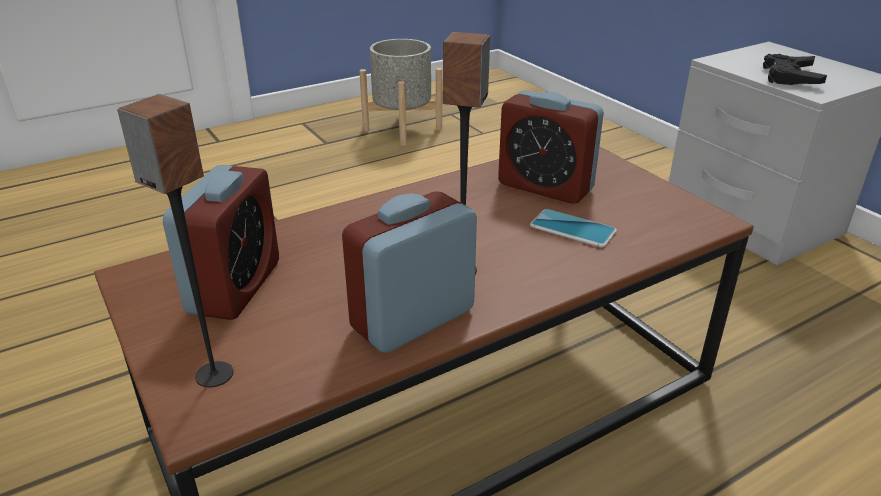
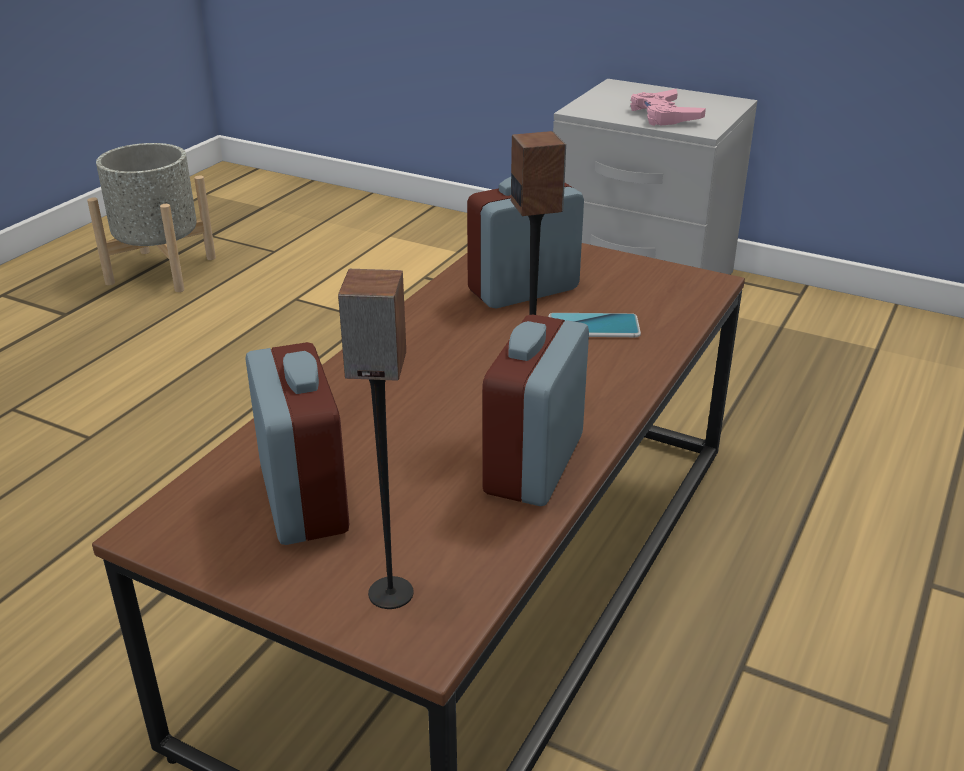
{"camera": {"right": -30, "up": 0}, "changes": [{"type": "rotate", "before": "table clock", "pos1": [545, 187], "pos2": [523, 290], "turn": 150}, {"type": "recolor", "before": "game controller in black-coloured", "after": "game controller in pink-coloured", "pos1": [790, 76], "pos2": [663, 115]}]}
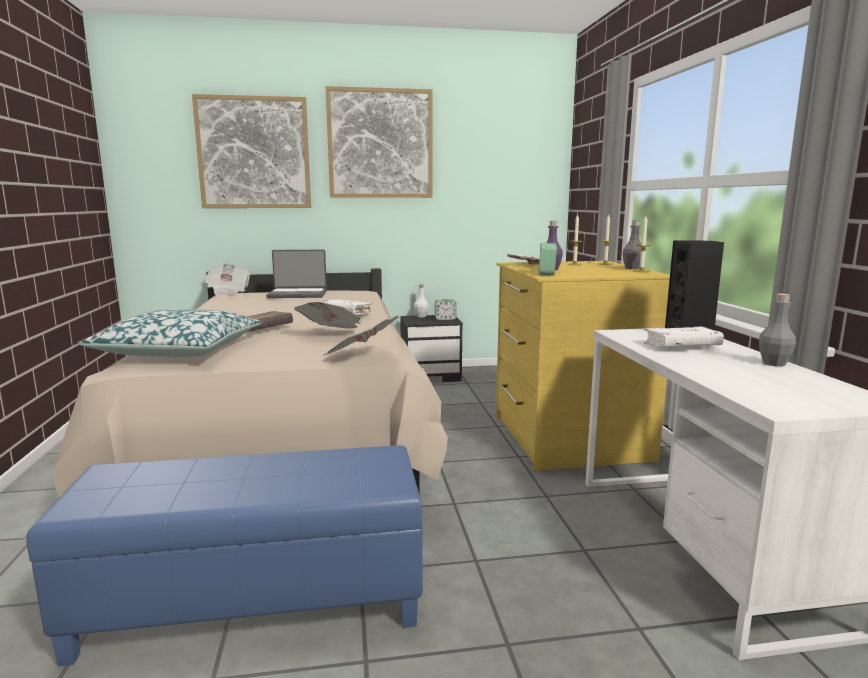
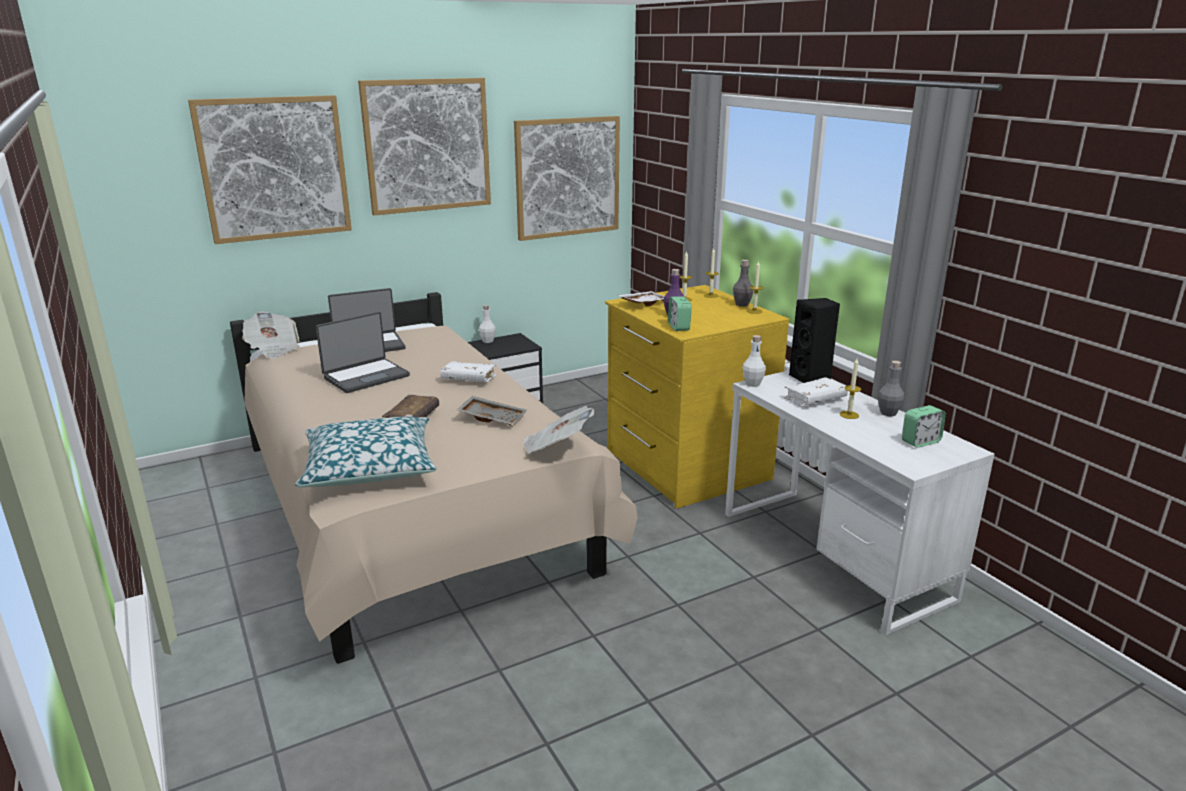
{"camera": {"right": -20, "up": 10}, "changes": [{"type": "insert", "after": "portable computer", "pos2": [366, 376]}, {"type": "replace", "before": "daily paper", "after": "carrying tray in grey", "pos1": [331, 334], "pos2": [493, 418]}, {"type": "insert", "after": "wall art", "pos2": [567, 177]}, {"type": "insert", "after": "beverage bottle in whitish", "pos2": [752, 384]}, {"type": "insert", "after": "wax candle", "pos2": [849, 415]}, {"type": "move", "before": "table clock", "pos1": [445, 319], "pos2": [920, 441]}, {"type": "delete", "before": "pouffe in blue-coloured", "pos1": [255, 602]}]}
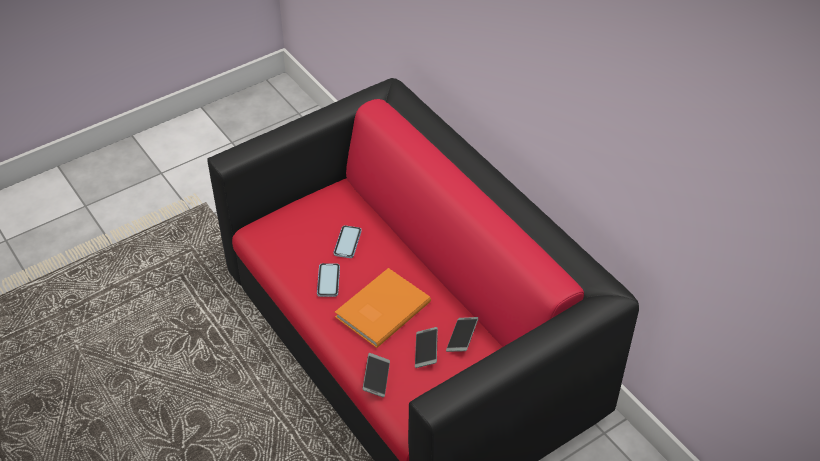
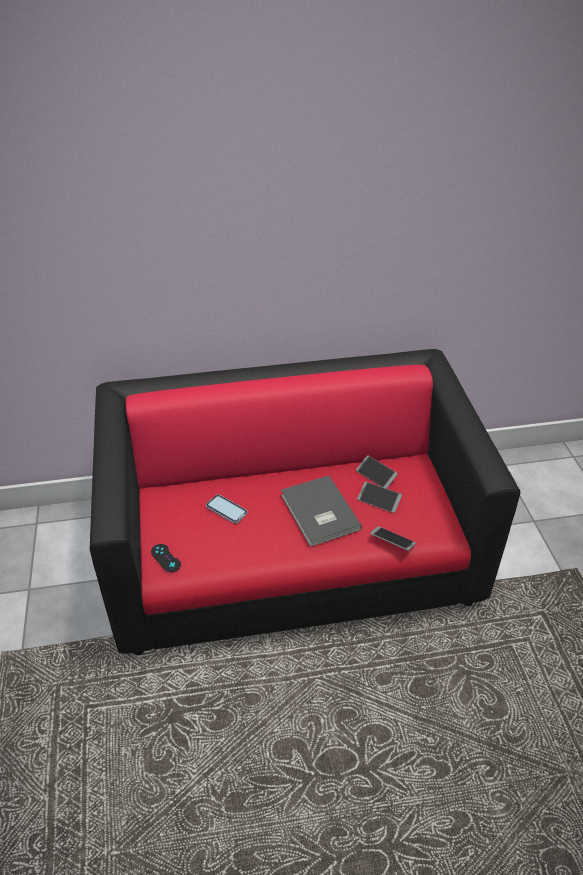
{"camera": {"right": -65, "up": -5}, "changes": [{"type": "insert", "after": "game controller in black-coloured", "pos2": [165, 558]}, {"type": "recolor", "before": "volume in orangey", "after": "volume in grey", "pos1": [380, 309], "pos2": [318, 513]}, {"type": "delete", "before": "phone", "pos1": [328, 281]}]}
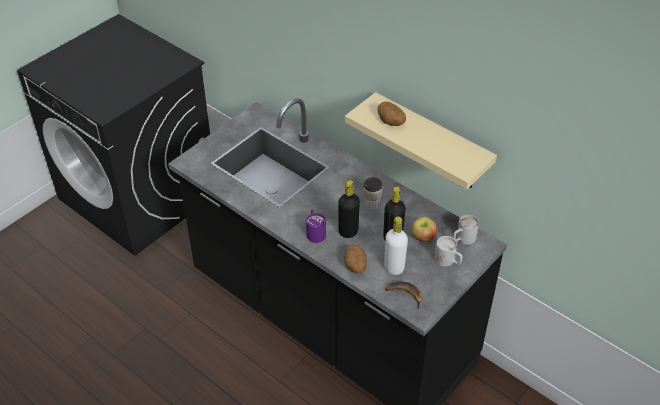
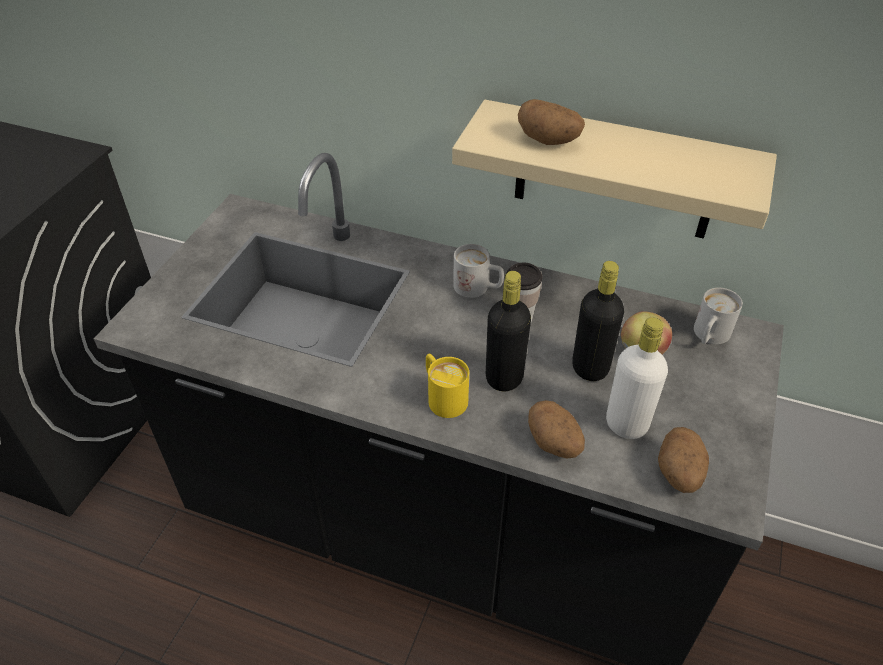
{"camera": {"right": -20, "up": 0}, "changes": [{"type": "recolor", "before": "coffee mug in purple-coloured", "after": "coffee mug in yellowish", "pos1": [315, 232], "pos2": [443, 396]}, {"type": "move", "before": "coffee mug in whitish", "pos1": [448, 261], "pos2": [478, 288]}, {"type": "replace", "before": "whole banana", "after": "whole potato", "pos1": [405, 295], "pos2": [679, 474]}]}
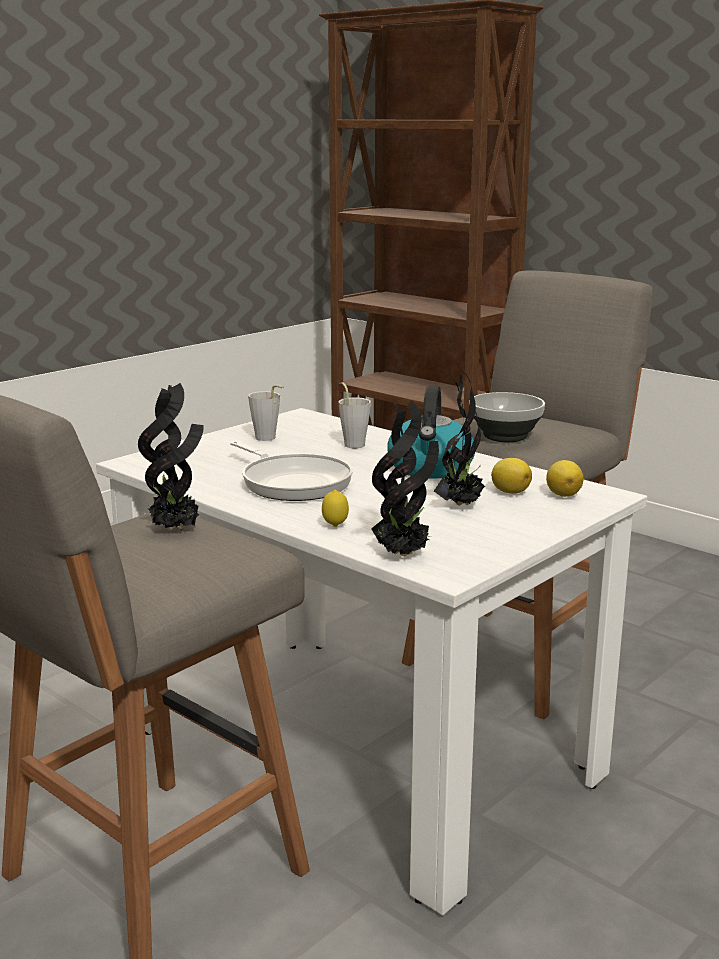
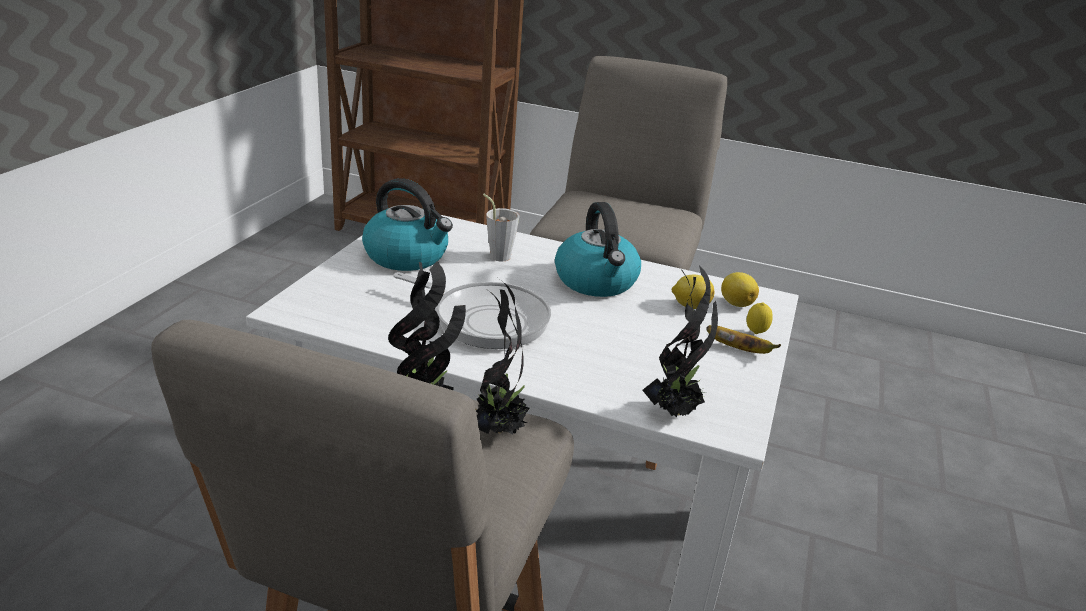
{"camera": {"right": -25, "up": 10}, "changes": [{"type": "replace", "before": "drinking cup in grey", "after": "kettle", "pos1": [268, 439], "pos2": [407, 256]}, {"type": "move", "before": "plant in a pot", "pos1": [460, 505], "pos2": [498, 429]}, {"type": "insert", "after": "whole banana", "pos2": [740, 350]}, {"type": "move", "before": "citrus fruit", "pos1": [335, 526], "pos2": [755, 333]}, {"type": "delete", "before": "deep dish", "pos1": [505, 437]}]}
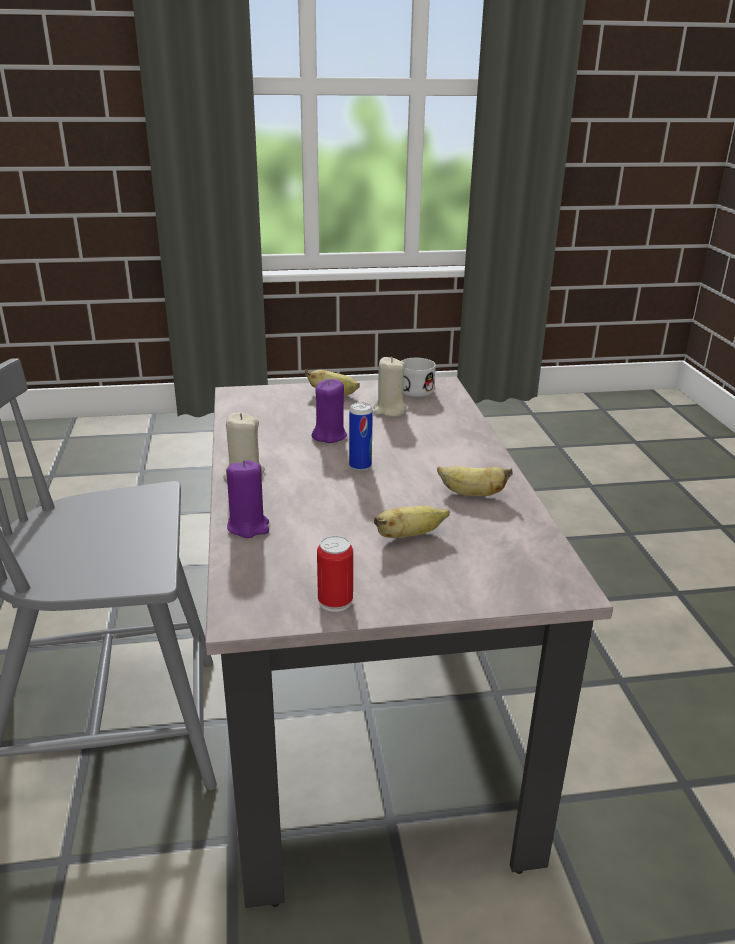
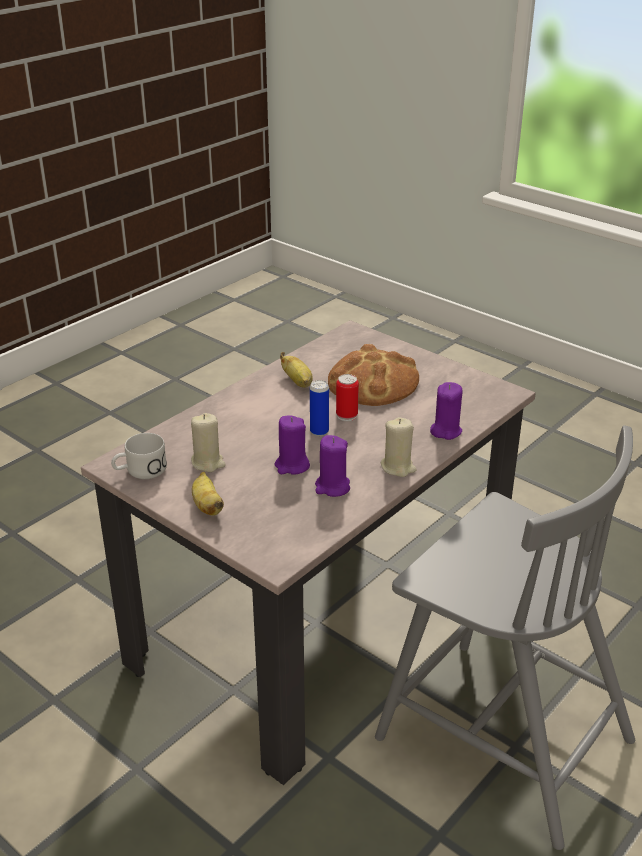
{"camera": {"right": -130, "up": 5}, "changes": [{"type": "insert", "after": "wax candle in purple-coloured", "pos2": [332, 487]}, {"type": "replace", "before": "whole banana", "after": "baked bread", "pos1": [409, 535], "pos2": [372, 382]}, {"type": "move", "before": "sealed can", "pos1": [335, 601], "pos2": [346, 415]}]}
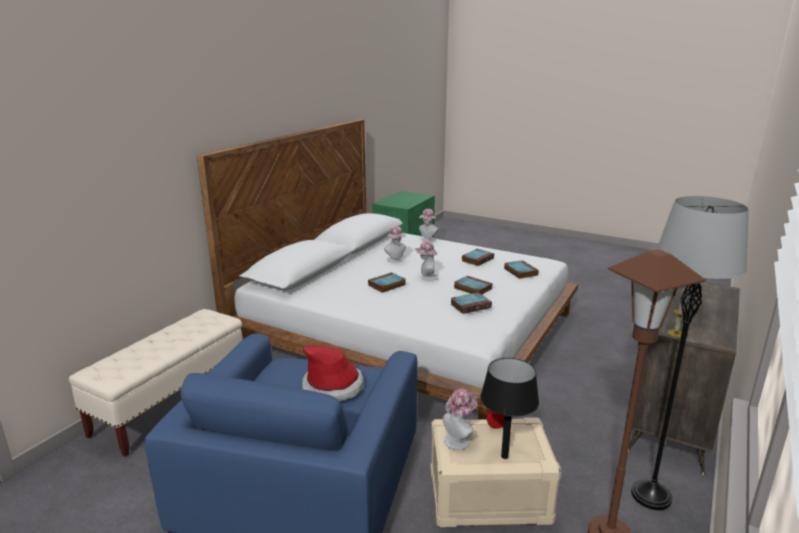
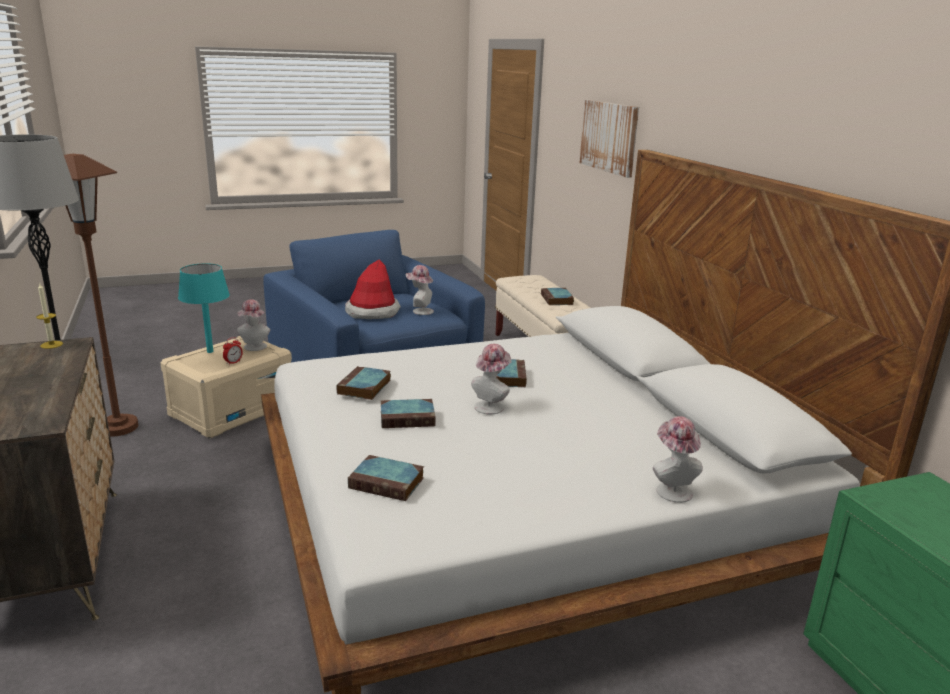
{"camera": {"right": 130, "up": 0}, "changes": [{"type": "recolor", "before": "lamp for a table in black-coloured", "after": "lamp for a table in turquoise-coloured", "pos1": [504, 456], "pos2": [210, 351]}, {"type": "move", "before": "clothing hat", "pos1": [395, 260], "pos2": [420, 311]}, {"type": "move", "before": "volume", "pos1": [477, 259], "pos2": [557, 300]}, {"type": "insert", "after": "wall art", "pos2": [609, 137]}]}
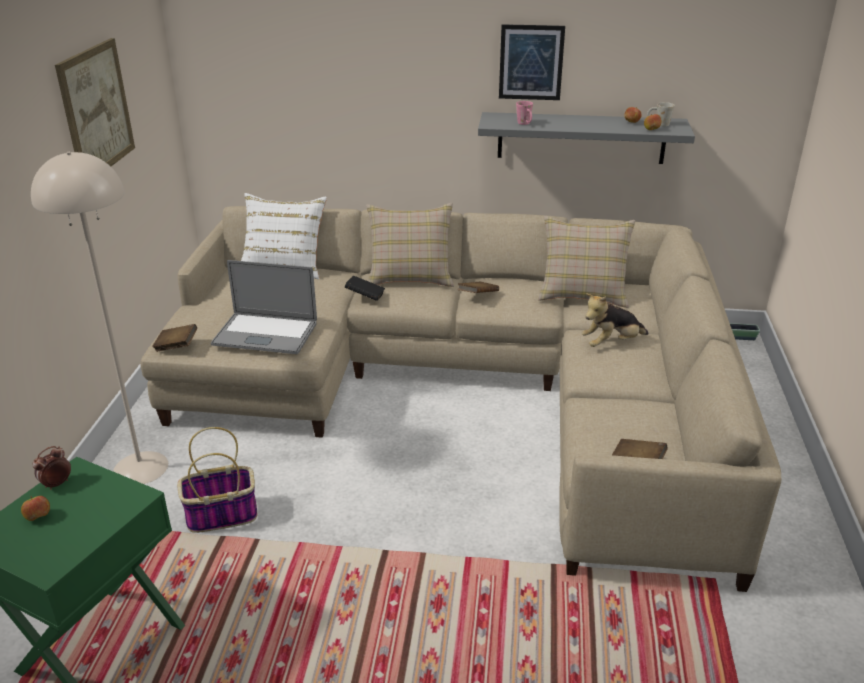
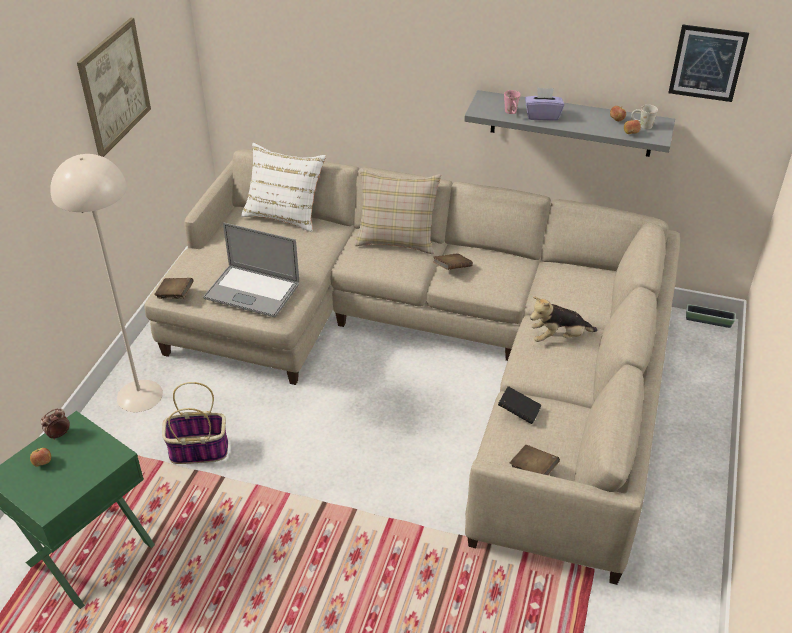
{"camera": {"right": 10, "up": 10}, "changes": [{"type": "move", "before": "volume in black-coloured", "pos1": [365, 297], "pos2": [518, 412]}, {"type": "insert", "after": "tissue box in purple-coloured", "pos2": [542, 116]}, {"type": "move", "before": "wall art", "pos1": [531, 62], "pos2": [707, 63]}, {"type": "delete", "before": "throw pillow in beige-coloured", "pos1": [583, 294]}]}
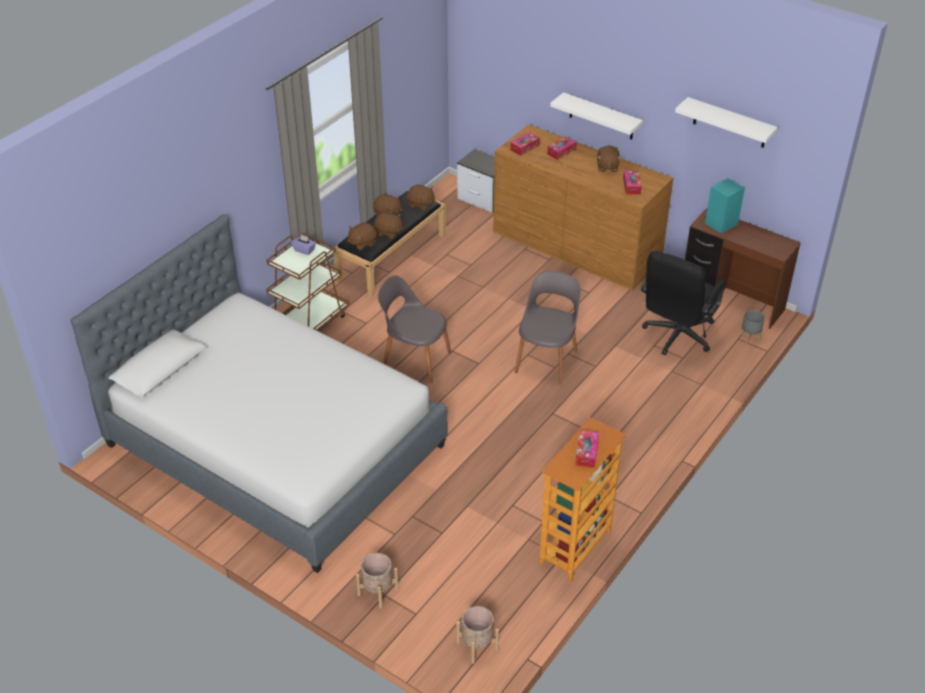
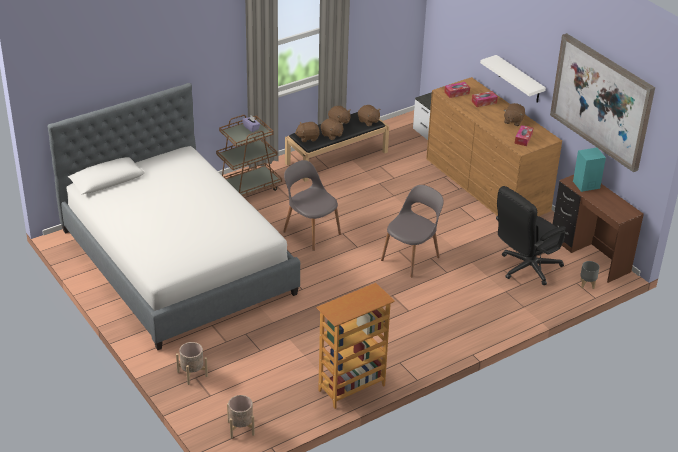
{"camera": {"right": 20, "up": -5}, "changes": [{"type": "replace", "before": "bracket shelf in whitish", "after": "wall art", "pos1": [730, 123], "pos2": [602, 101]}, {"type": "delete", "before": "tissue box", "pos1": [586, 453]}]}
